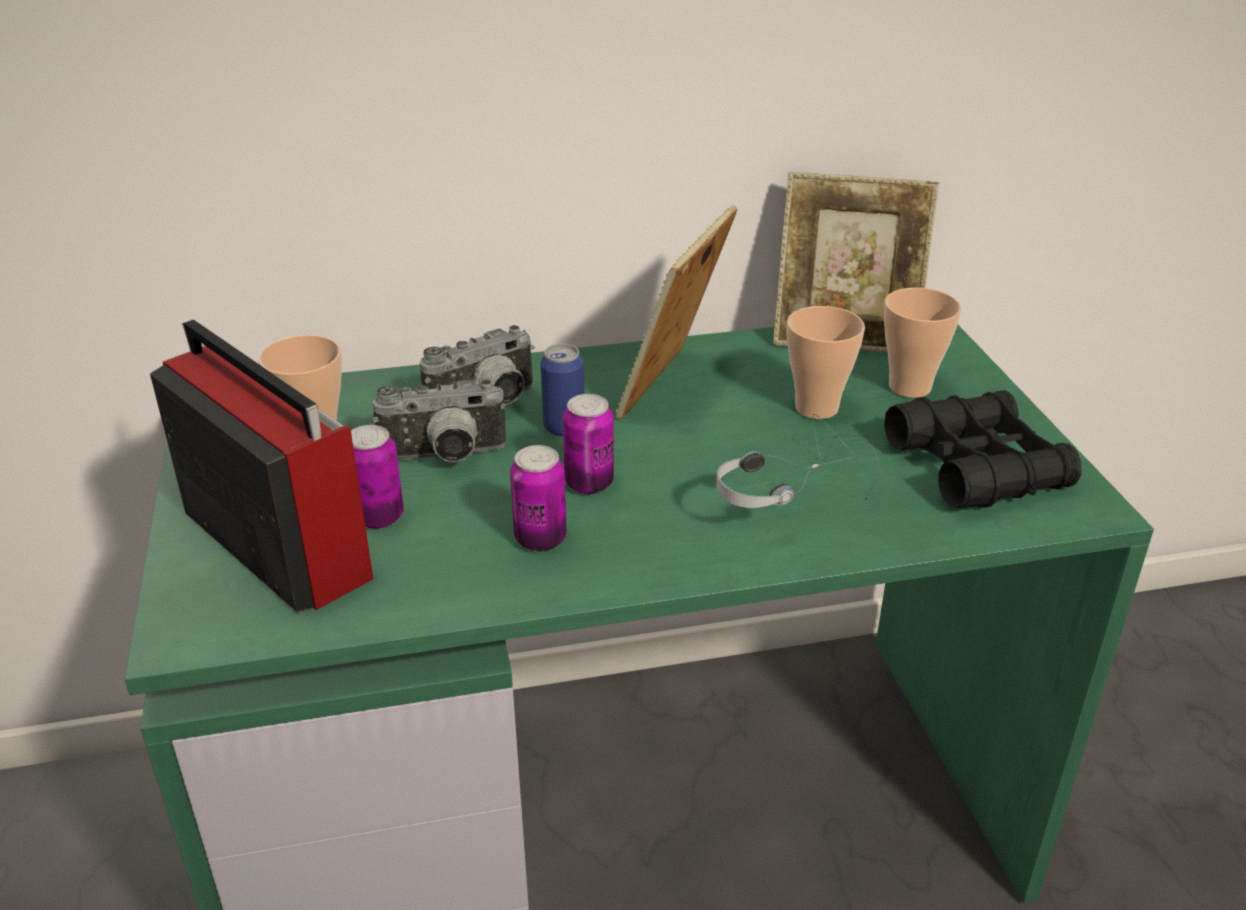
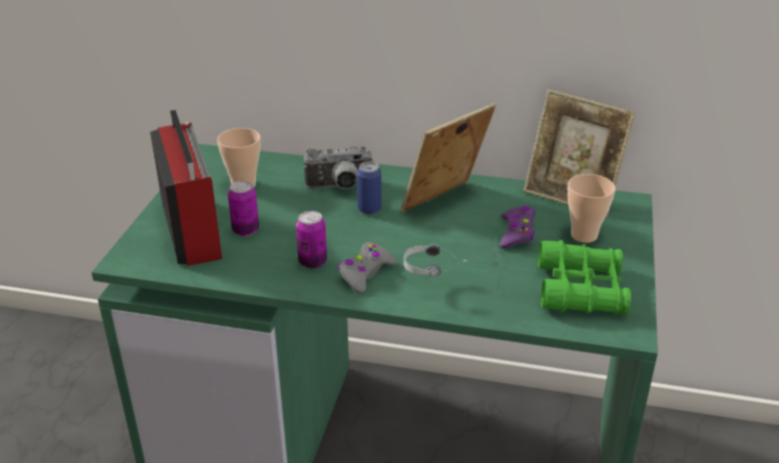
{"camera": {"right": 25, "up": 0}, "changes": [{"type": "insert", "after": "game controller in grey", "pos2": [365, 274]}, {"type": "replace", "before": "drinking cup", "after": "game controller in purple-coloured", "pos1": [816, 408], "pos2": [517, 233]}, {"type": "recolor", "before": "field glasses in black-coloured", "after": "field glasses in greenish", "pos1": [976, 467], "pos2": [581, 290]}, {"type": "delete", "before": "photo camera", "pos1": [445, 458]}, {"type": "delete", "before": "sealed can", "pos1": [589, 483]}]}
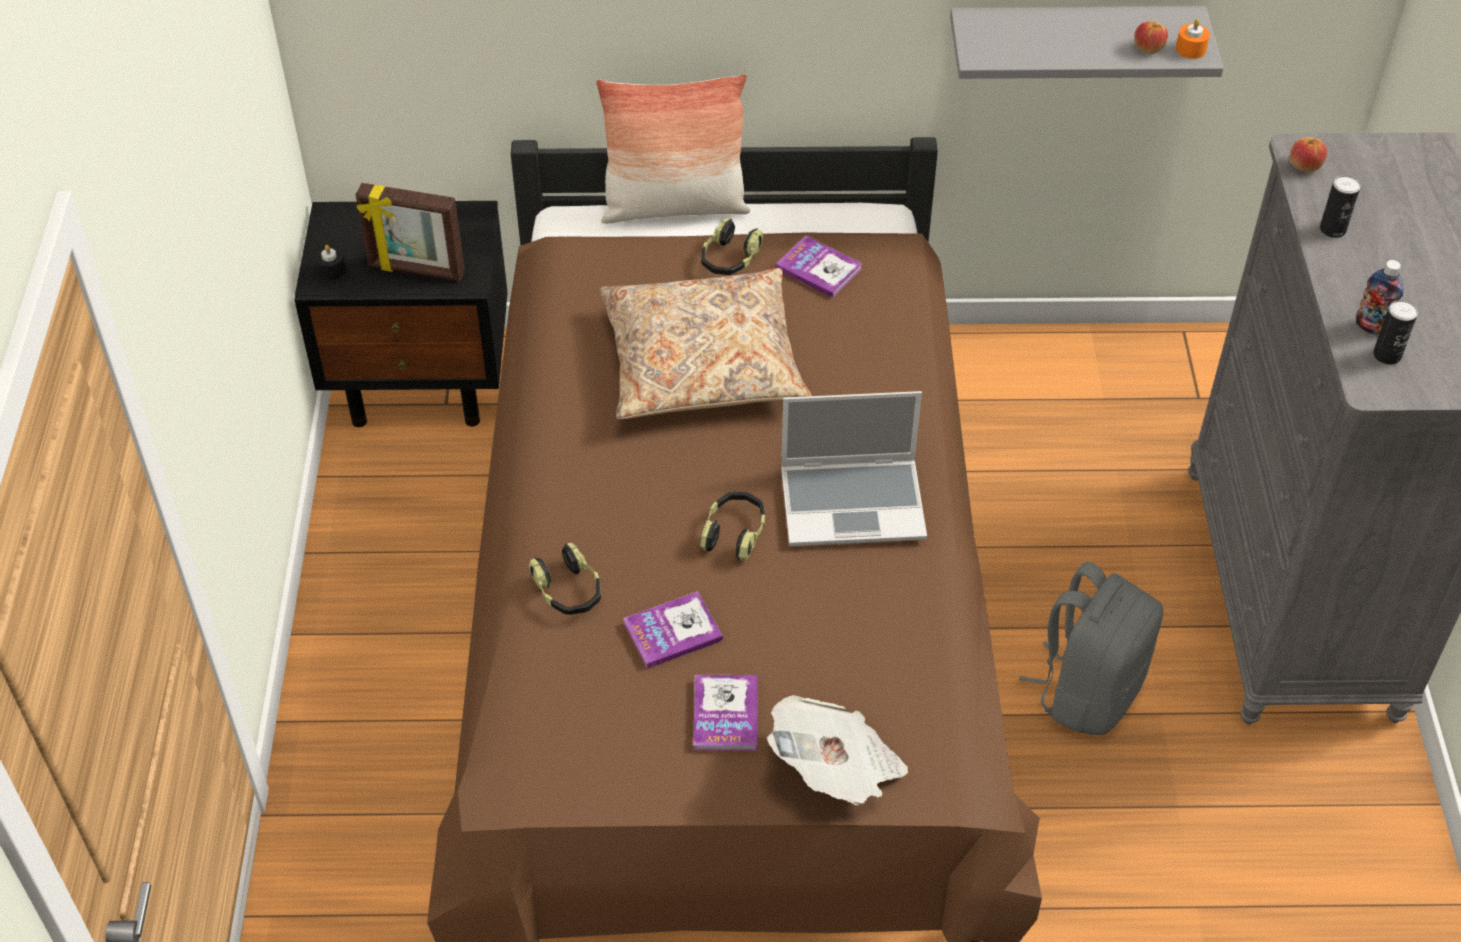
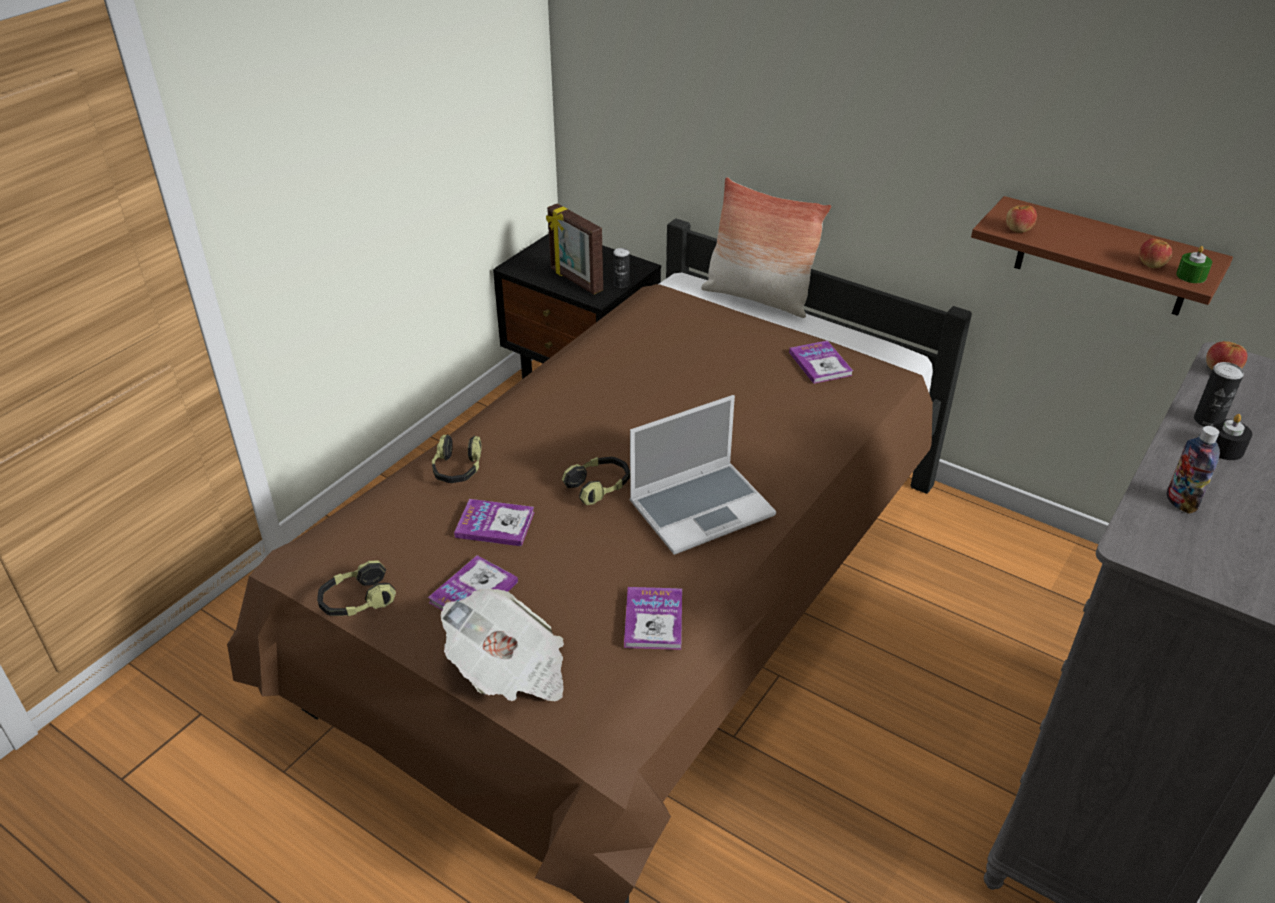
{"camera": {"right": 35, "up": -10}, "changes": [{"type": "move", "before": "headset", "pos1": [729, 259], "pos2": [357, 601]}, {"type": "move", "before": "sealed can", "pos1": [1387, 355], "pos2": [621, 283]}, {"type": "insert", "after": "volume", "pos2": [653, 620]}, {"type": "rotate", "before": "portable computer", "pos1": [854, 503], "pos2": [702, 508], "turn": -60}, {"type": "recolor", "before": "bracket shelf in grey", "after": "bracket shelf in brownish", "pos1": [1073, 41], "pos2": [1103, 257]}, {"type": "insert", "after": "apple fruit", "pos2": [1018, 229]}, {"type": "recolor", "before": "wax candle in orangey", "after": "wax candle in greenish", "pos1": [1190, 49], "pos2": [1191, 276]}, {"type": "move", "before": "wax candle in black-coloured", "pos1": [332, 270], "pos2": [1224, 448]}, {"type": "delete", "before": "throw pillow in beige-coloured", "pos1": [702, 362]}, {"type": "delete", "before": "knapsack in grey", "pos1": [1088, 691]}]}
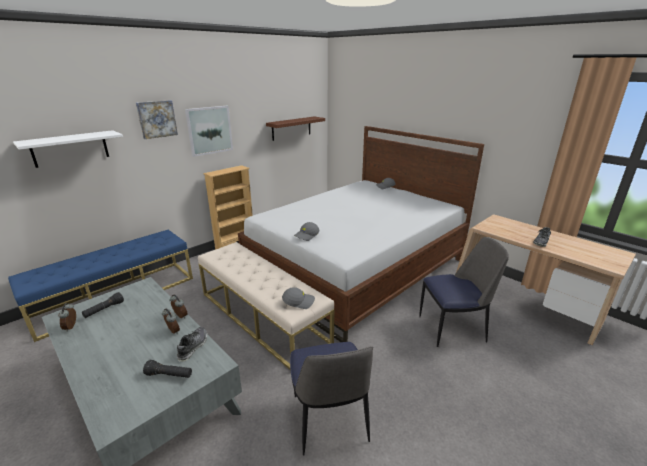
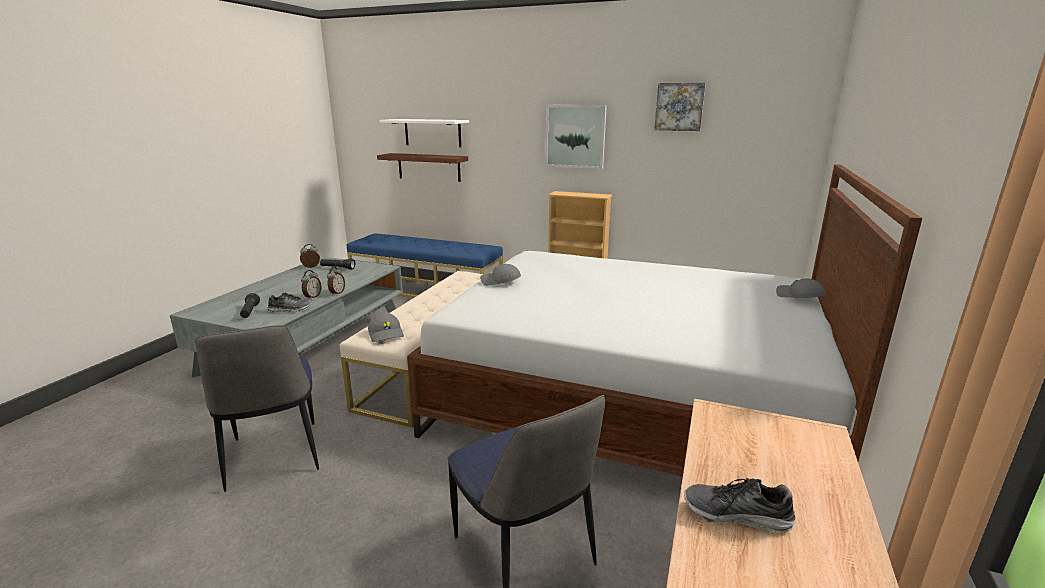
{"camera": {"right": 65, "up": -5}, "changes": [{"type": "rotate", "before": "plain chair", "pos1": [329, 420], "pos2": [274, 457], "turn": -75}, {"type": "move", "before": "bracket shelf in brownish", "pos1": [291, 128], "pos2": [429, 167]}, {"type": "move", "before": "wall art", "pos1": [156, 119], "pos2": [679, 107]}]}
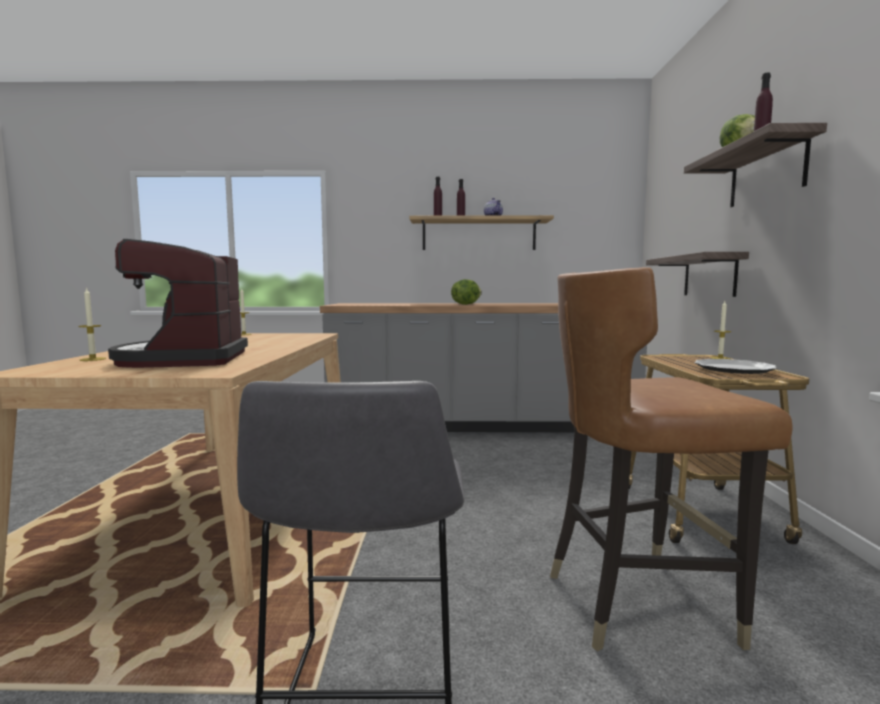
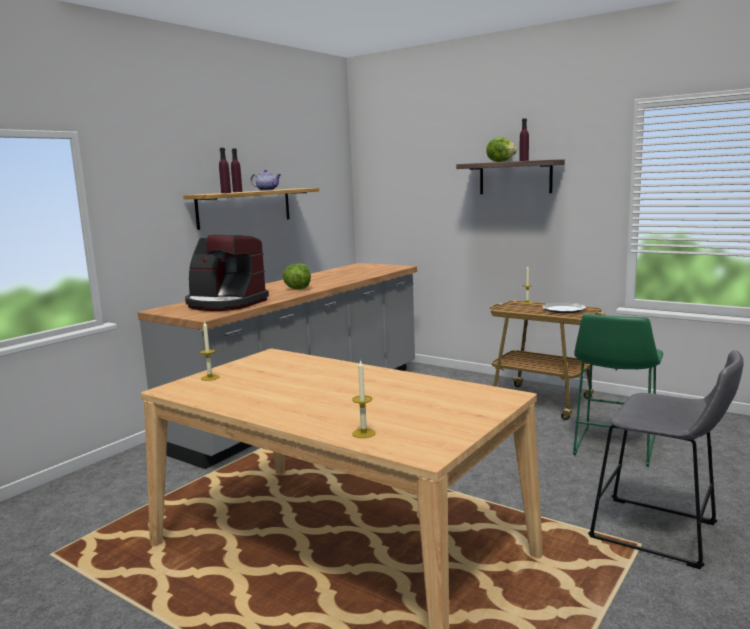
{"camera": {"right": -55, "up": 5}, "changes": [{"type": "move", "before": "coffee brewer", "pos1": [185, 359], "pos2": [225, 304]}, {"type": "replace", "before": "plain chair in brownish", "after": "stool in greenish", "pos1": [638, 602], "pos2": [613, 448]}, {"type": "delete", "before": "bracket shelf", "pos1": [709, 276]}]}
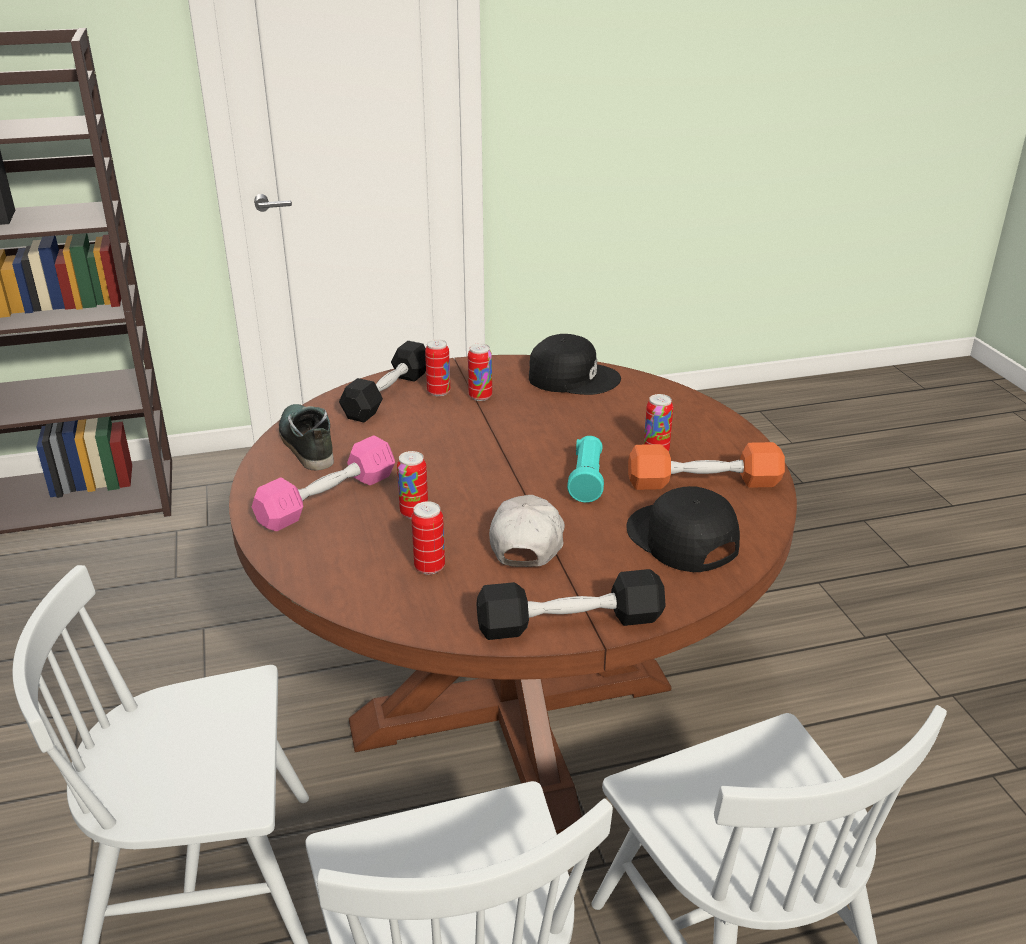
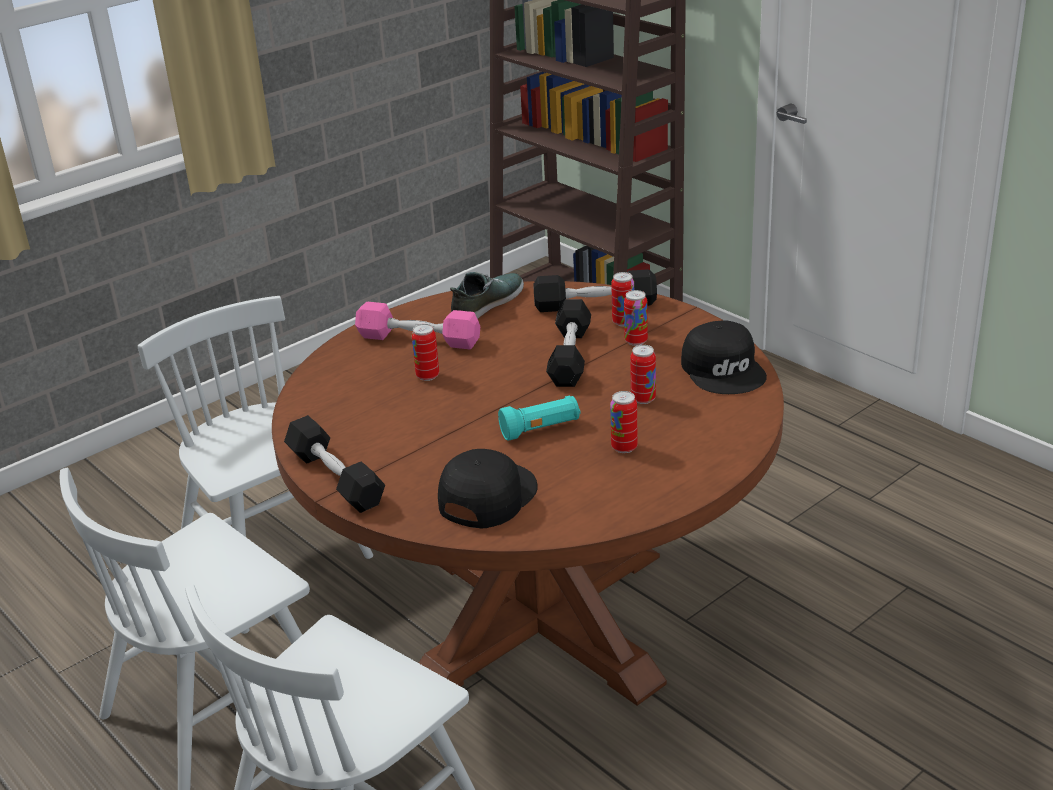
{"camera": {"right": 65, "up": 0}, "changes": [{"type": "insert", "after": "hand weight in black-coloured", "pos2": [570, 356]}, {"type": "move", "before": "sealed can", "pos1": [429, 567], "pos2": [643, 399]}, {"type": "delete", "before": "peaked cap in whitish", "pos1": [527, 541]}, {"type": "delete", "before": "hand weight in orangey", "pos1": [703, 482]}]}
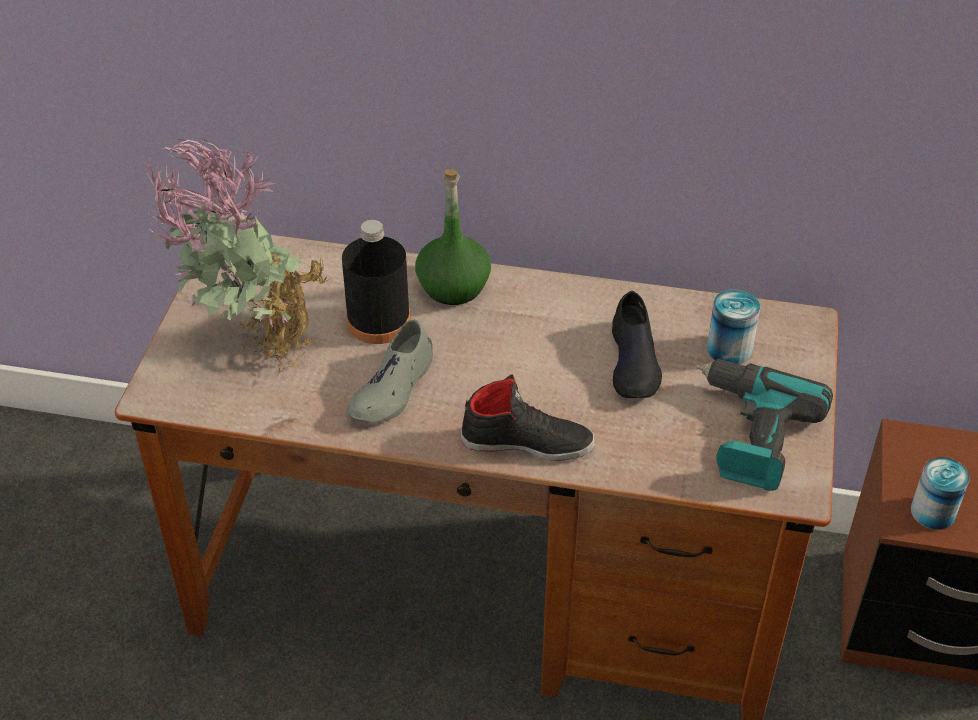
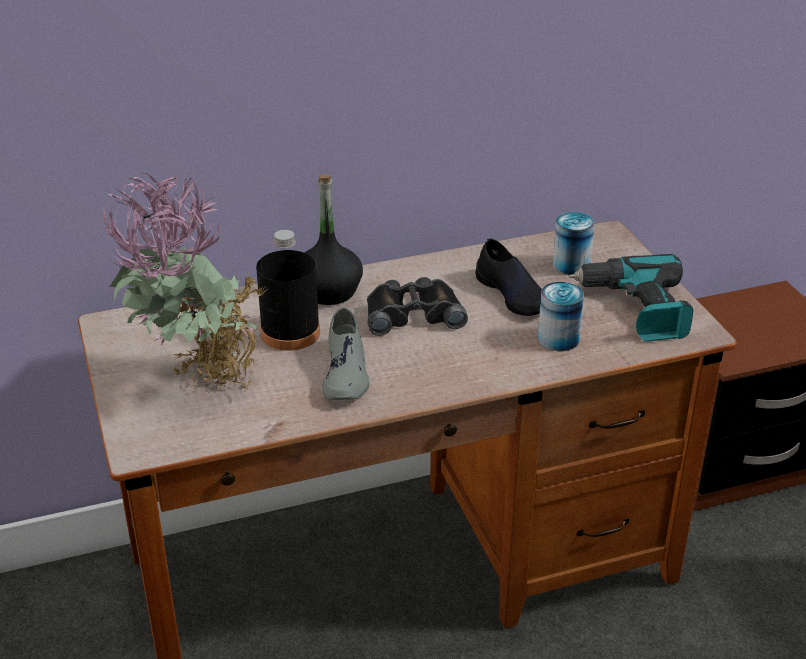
{"camera": {"right": -30, "up": -10}, "changes": [{"type": "recolor", "before": "beverage bottle in greenish", "after": "beverage bottle in black-coloured", "pos1": [453, 286], "pos2": [329, 291]}, {"type": "insert", "after": "field glasses in black-coloured", "pos2": [413, 313]}, {"type": "move", "before": "sealed can", "pos1": [933, 512], "pos2": [558, 339]}, {"type": "delete", "before": "item of footwear in black-coloured", "pos1": [527, 441]}]}
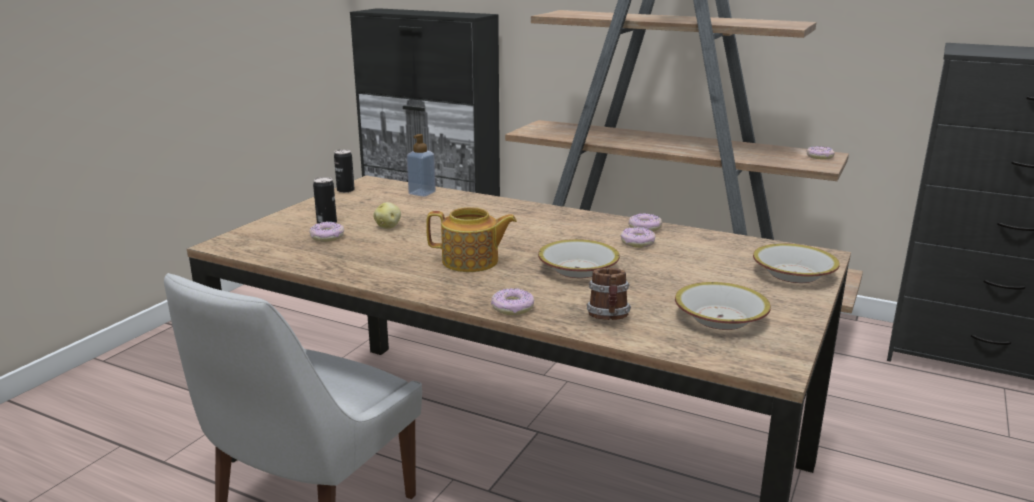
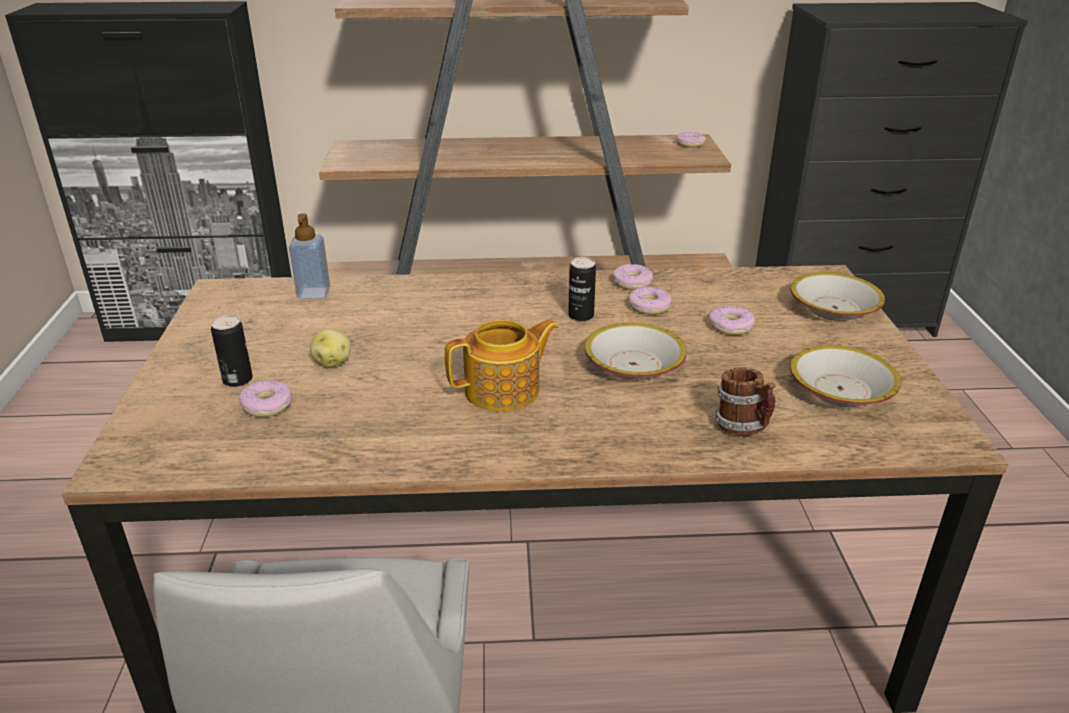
{"camera": {"right": -30, "up": 10}, "changes": [{"type": "move", "before": "sealed can", "pos1": [345, 190], "pos2": [581, 316]}, {"type": "move", "before": "doughnut", "pos1": [512, 308], "pos2": [731, 327]}]}
